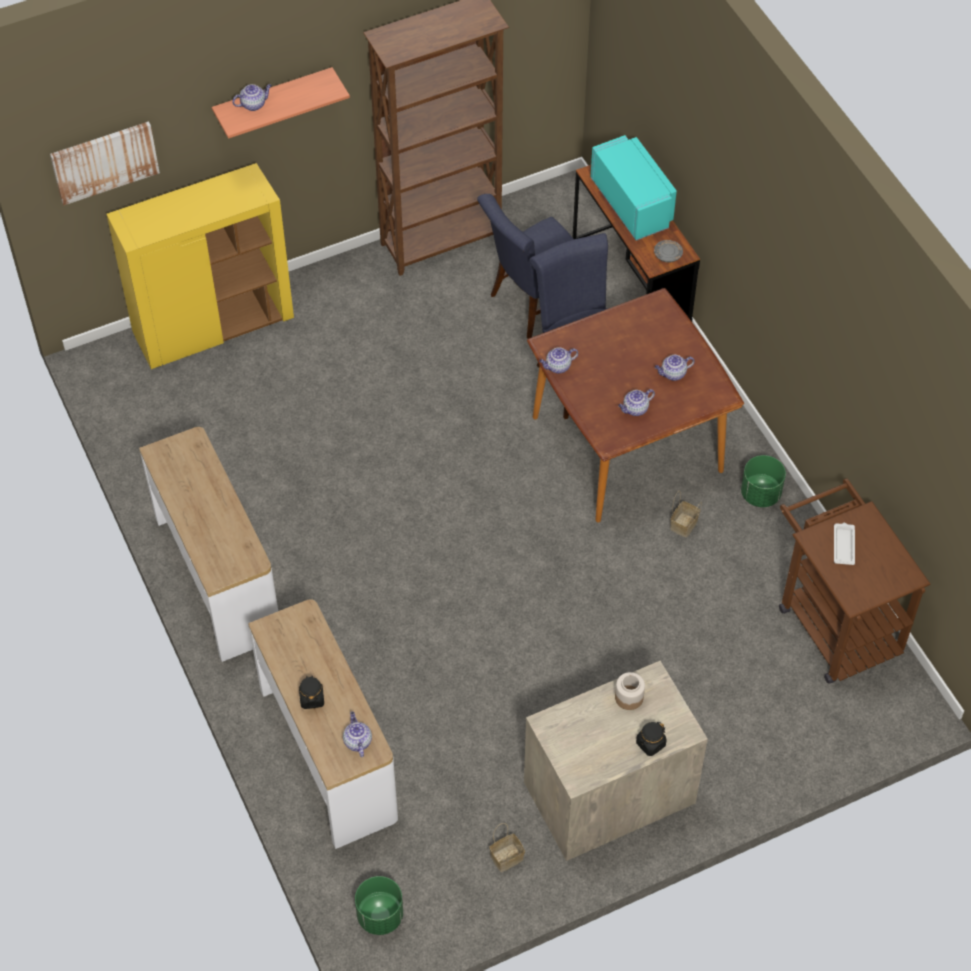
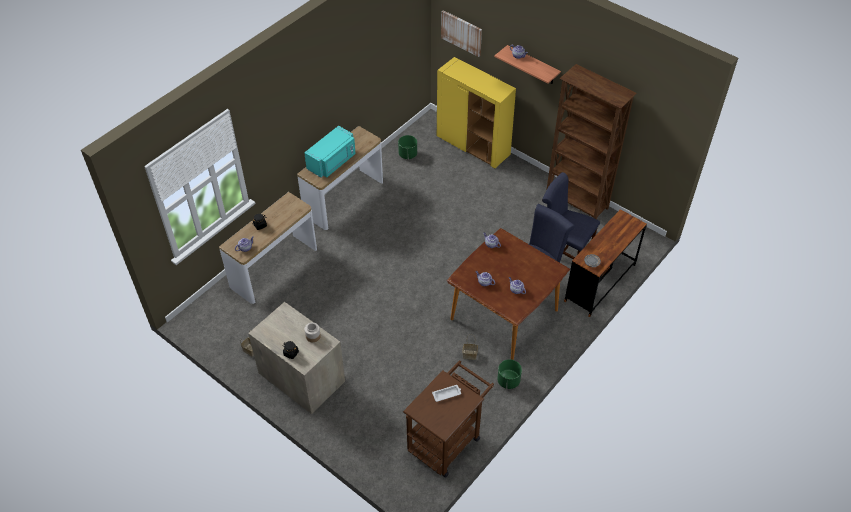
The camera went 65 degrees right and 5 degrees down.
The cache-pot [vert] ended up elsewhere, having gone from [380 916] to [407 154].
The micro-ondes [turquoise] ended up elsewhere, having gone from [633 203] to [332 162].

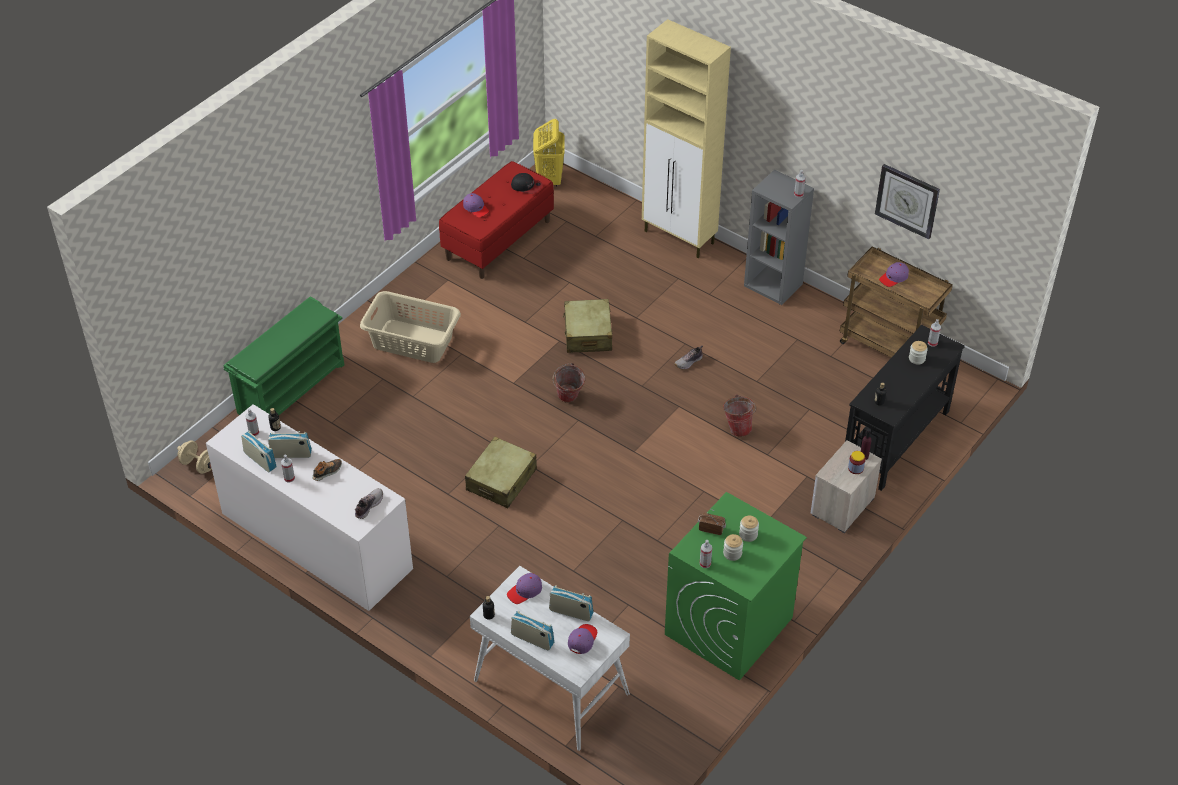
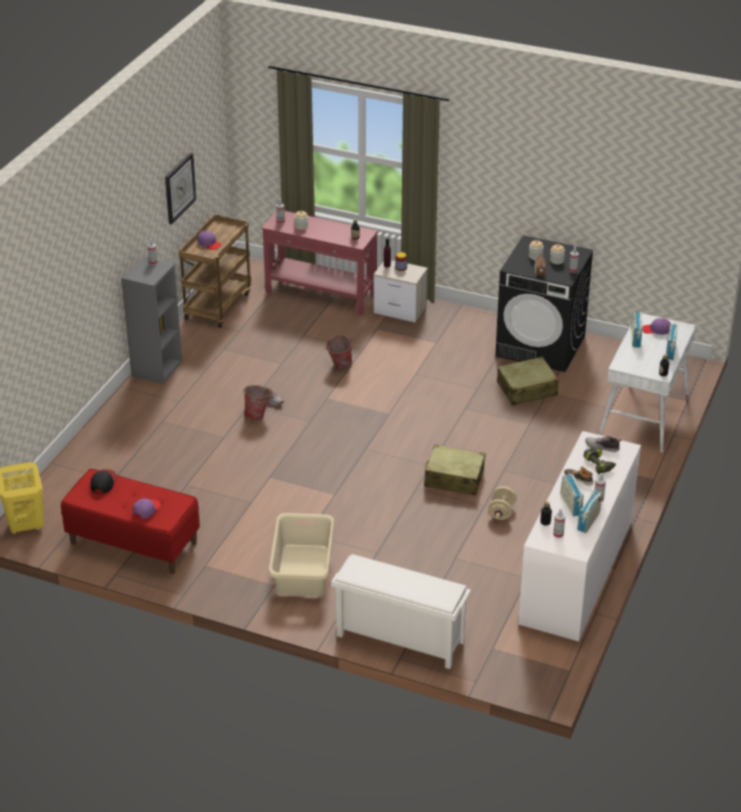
The camera went 105 degrees left and 10 degrees down.
The haltère [beige] ended up elsewhere, having gone from [198 465] to [501 512].
What was the étagère à chaussures [vert] at [291 388] turned into the étagère à chaussures [blanc] at [398 639].
The second view lost the casquette [violet] at [525 591].
The seau ended up elsewhere, having gone from [568 399] to [258 415].
The valise [beige] ended up elsewhere, having gone from [588 334] to [527 389].
The second view lost the meuble de rangement [beige] at [679 237].
What was the lave-linge [vert] at [728 626] turned into the lave-linge [noir] at [541 346].
What was the table console [noir] at [894 440] turned into the table console [rouge] at [321 294].
The second view gained the perceuse at [599 465].

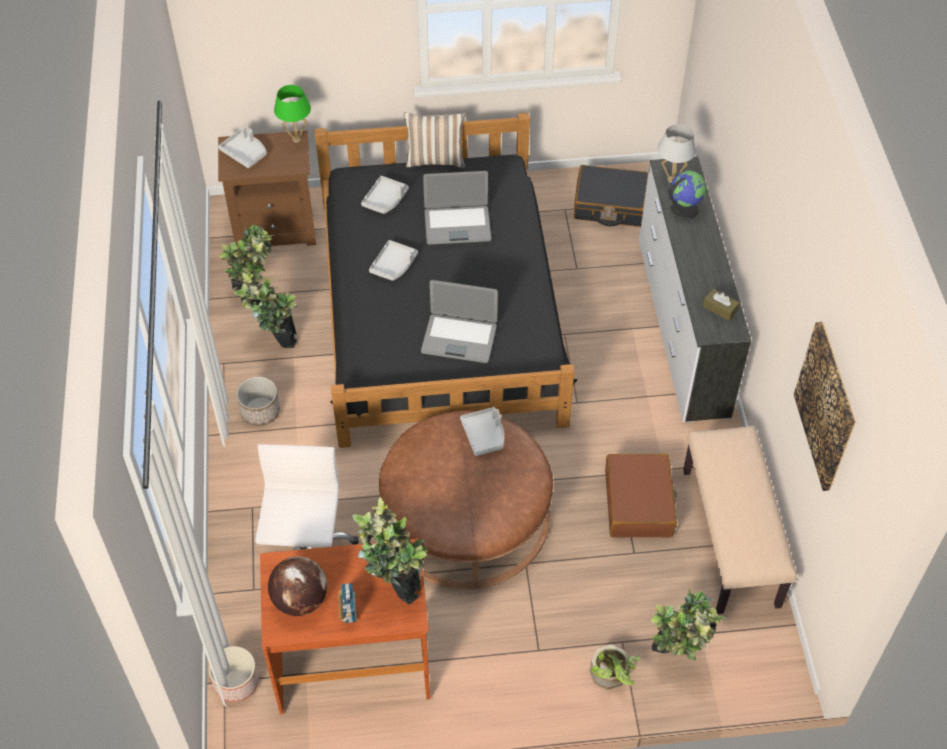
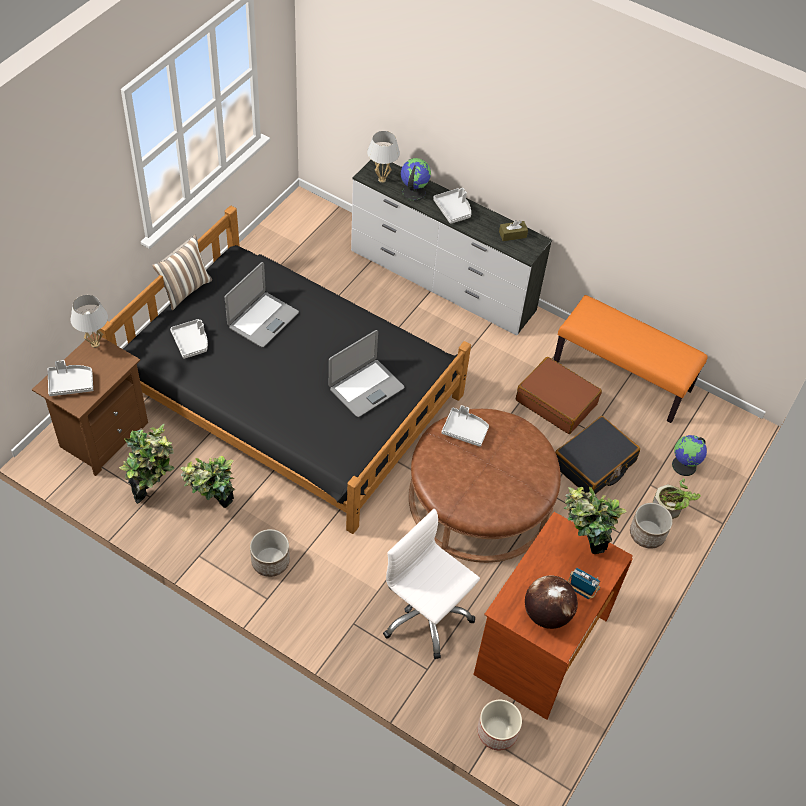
The camera went 55 degrees left and 0 degrees up.
What was the lampe de table [vert] at [296 139] turned into the lampe de table [blanc] at [95 344].
The plateau [gris] ended up elsewhere, having gone from [394 265] to [453 210].
The valise [noir] ended up elsewhere, having gone from [610 205] to [594 464].
Where the plante en pot stood at [676 658], the globe came to stand at [684 466].
What was the banc [beige] at [731 537] turned into the banc [orange] at [622 376].
The second view lost the tableau at [826 406].
The second view gained the cache-pot at [647 534].

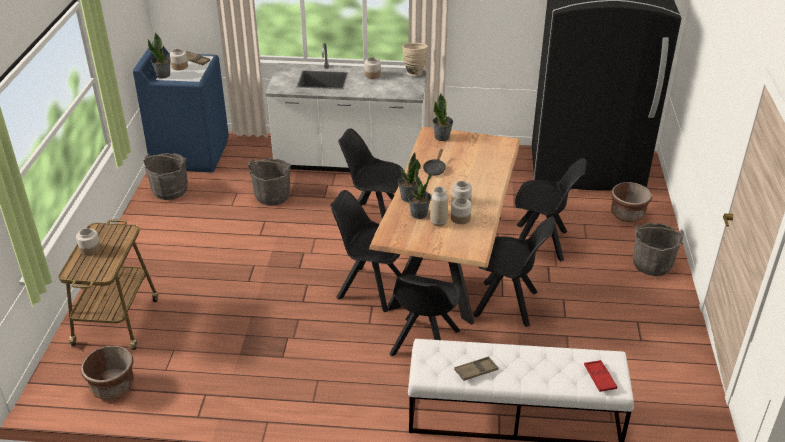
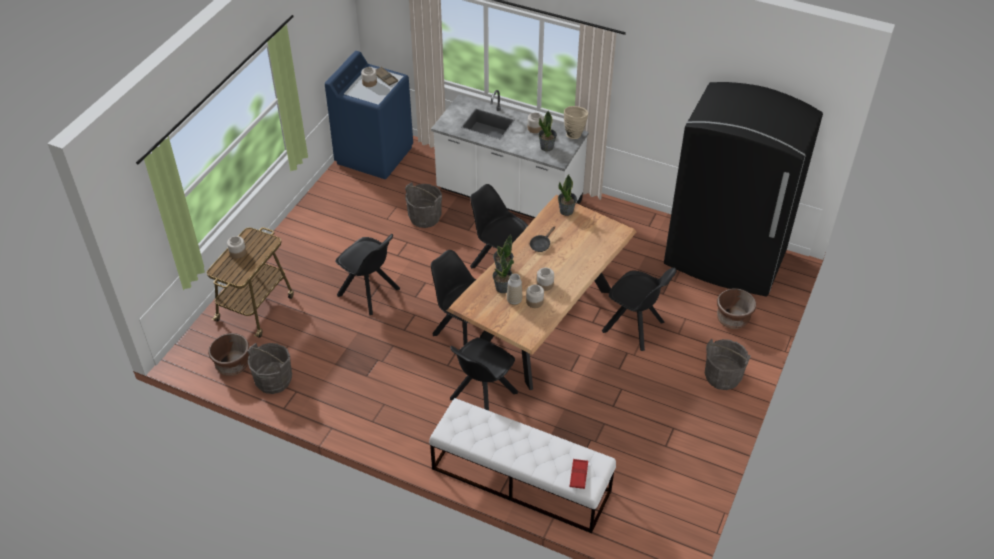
The camera went 20 degrees right and 10 degrees up.
The seau [gris] ended up elsewhere, having gone from [170 190] to [273 380].
The plante en pot ended up elsewhere, having gone from [163 75] to [547 147].
The second view lost the plateau [marron] at [476 371].
The chaise [noir] ended up elsewhere, having gone from [508 304] to [370 293].

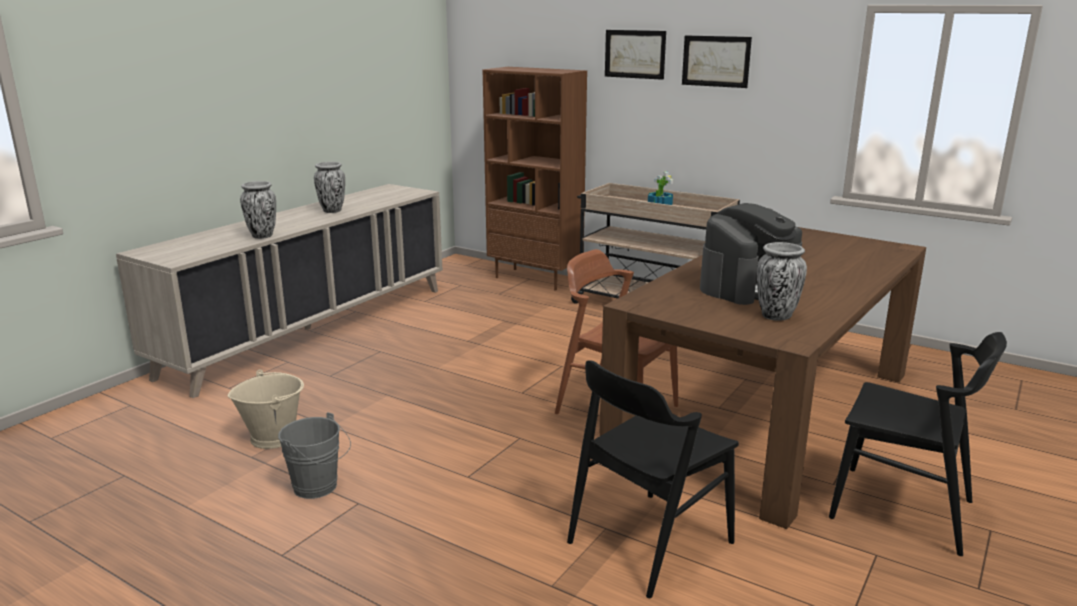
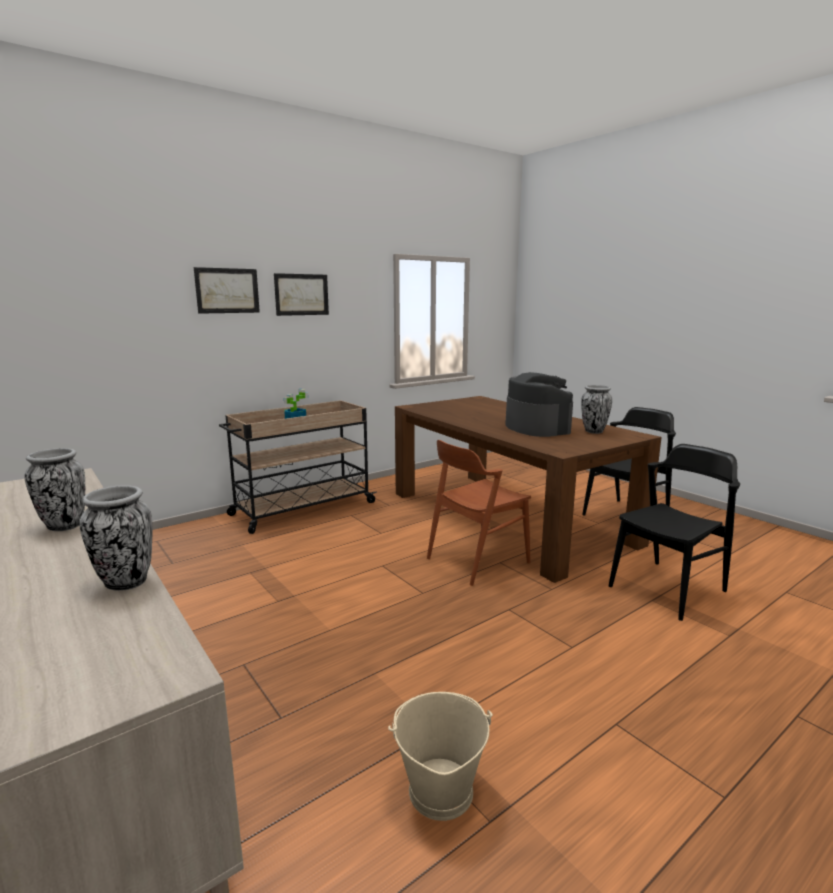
The camera went 70 degrees left and 5 degrees down.
The second view lost the seau [gris] at [319 488].
The second view lost the bibliothèque [marron] at [535 279].
The chaise [noir] at [649 542] ended up facing another way, 105 degrees counterclockwise from before.

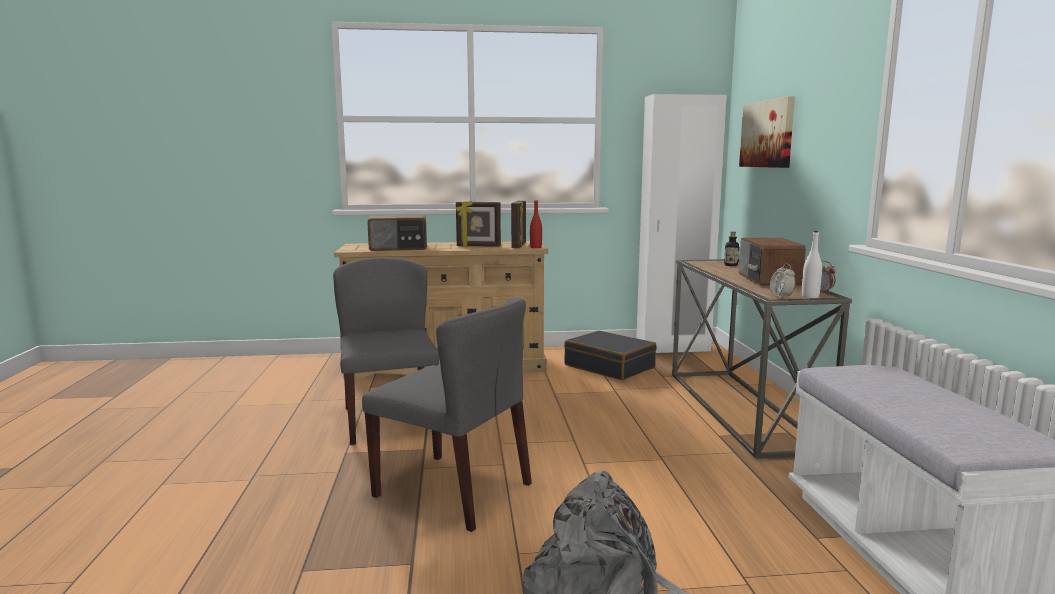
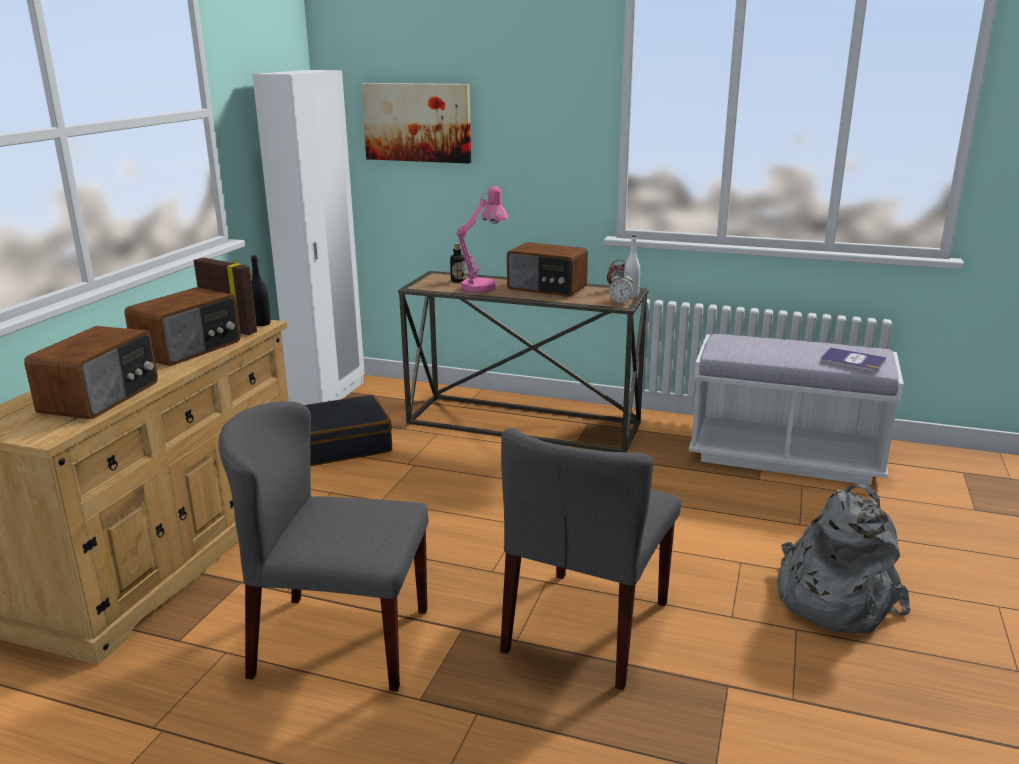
The camera went 65 degrees left and 10 degrees up.
The chaise [gris] at [454 490] ended up facing another way, 150 degrees clockwise from before.
Where the cadre photo stood at [478 246], the radio came to stand at [189 349].
What was the bouteille [rouge] at [536 247] turned into the bouteille [noir] at [262 324].
The second view gained the lampe de table [rose] at [483 286].
The second view gained the livre at [852 361].

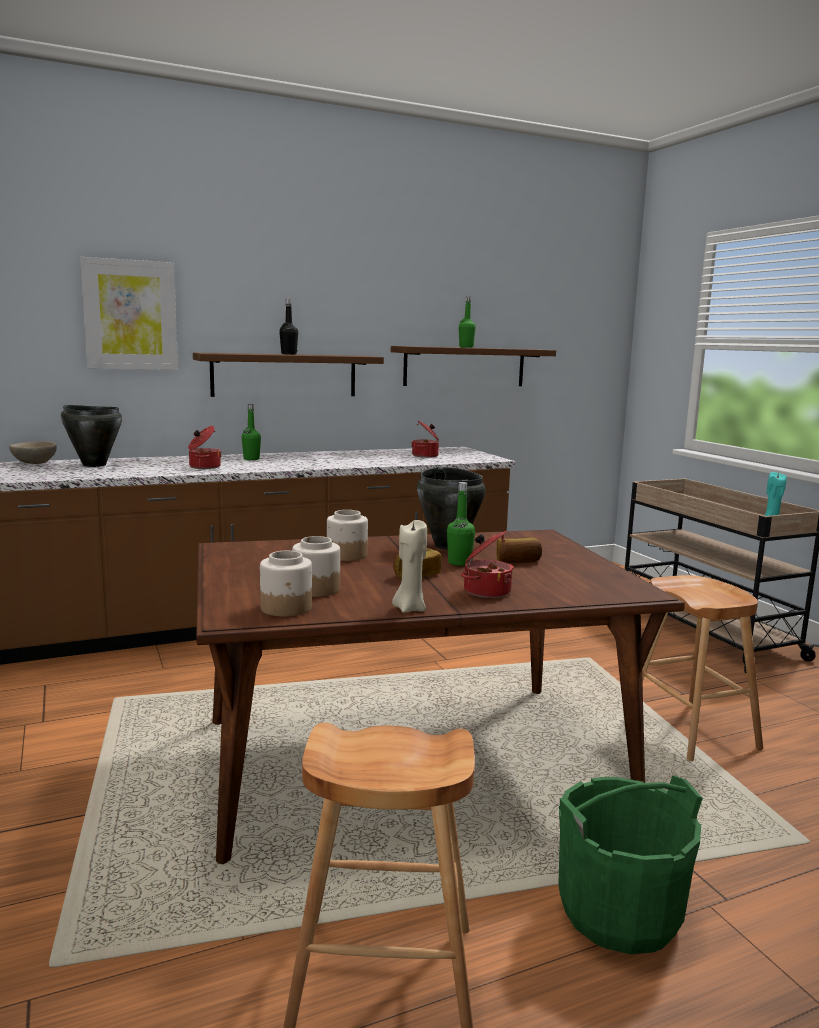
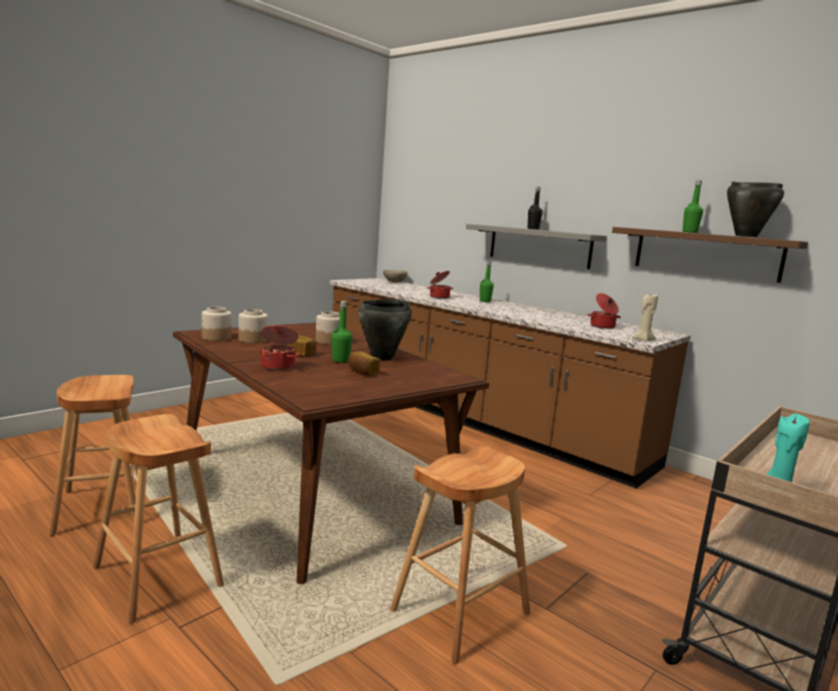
The camera went 65 degrees right and 0 degrees up.
The marmite [noir] ended up elsewhere, having gone from [94 465] to [745 236].
The second view lost the tableau at [130 315].
What was the étagère [marron] at [284 375] turned into the étagère [gris] at [539 246].
The bougie [beige] ended up elsewhere, having gone from [409 609] to [642 340].
Where the seau [vert] stood at [619 912], the tabouret [marron] came to stand at [158 577].

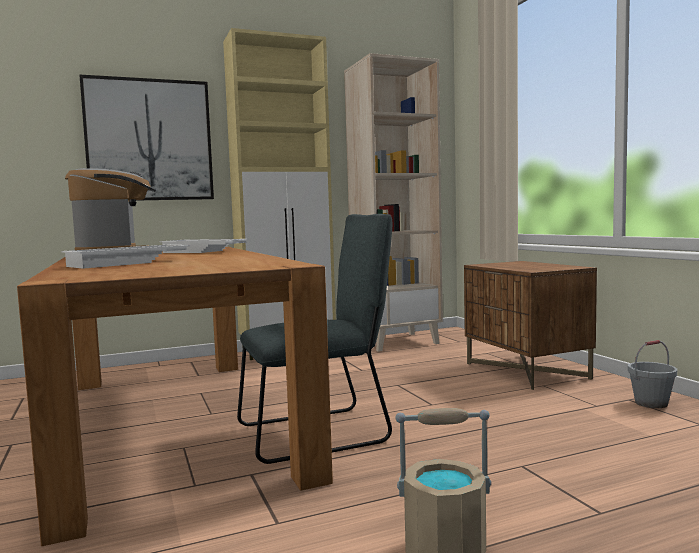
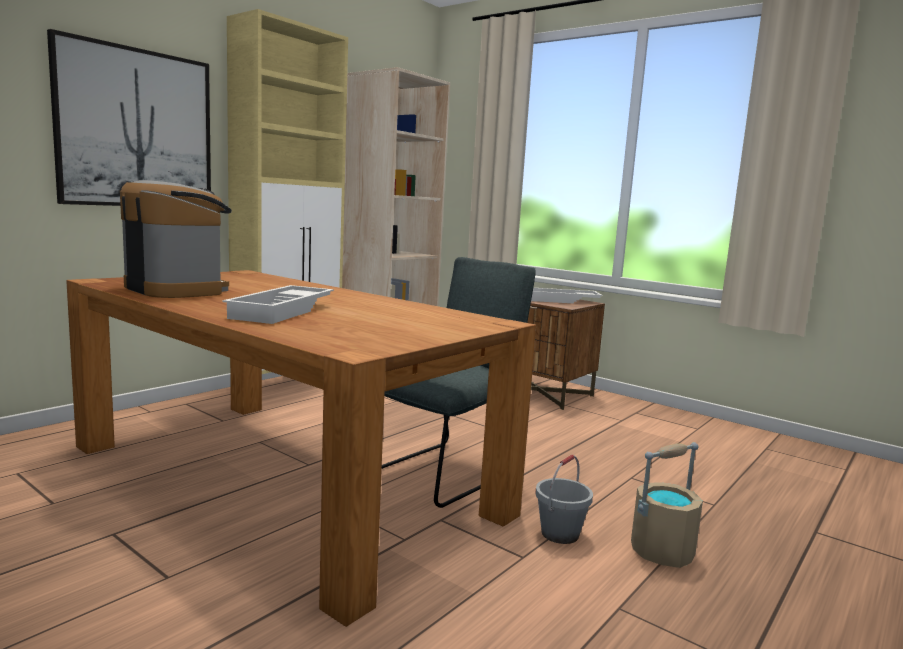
The camera went 30 degrees left and 5 degrees up.
The plateau [blanc] ended up elsewhere, having gone from [202 251] to [561 301].
The seau [gris] ended up elsewhere, having gone from [651 403] to [560 534].

